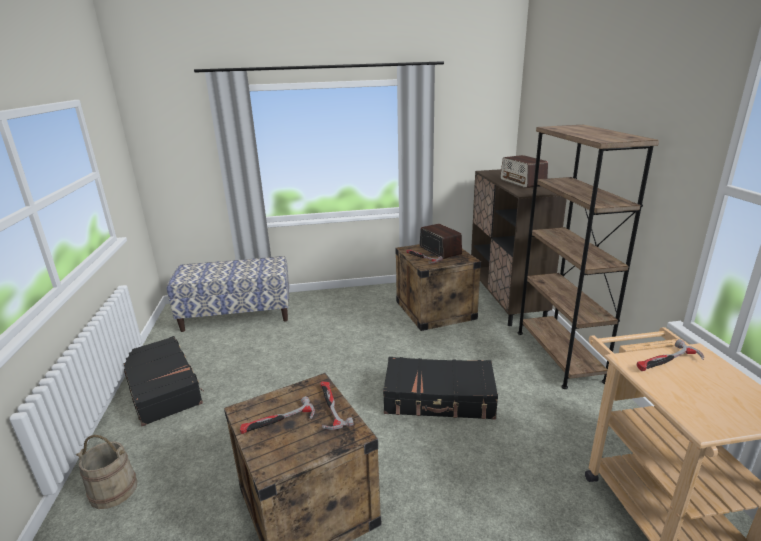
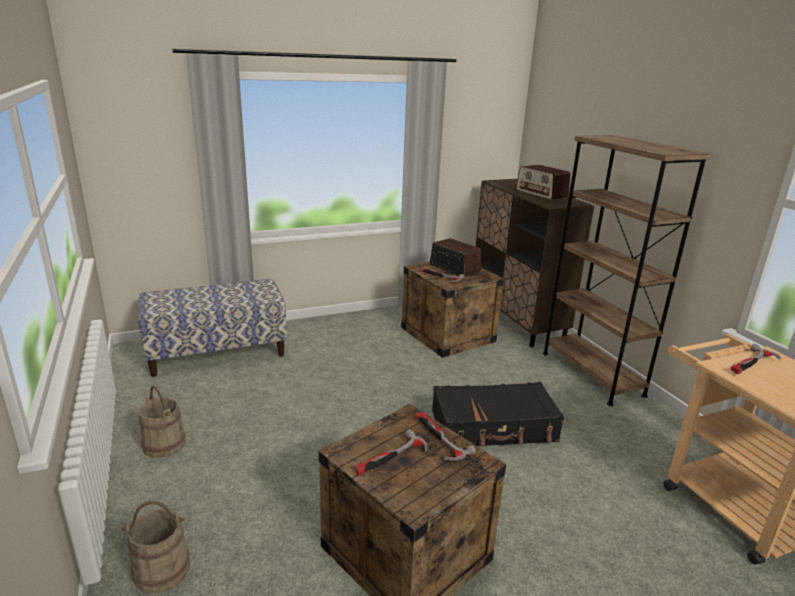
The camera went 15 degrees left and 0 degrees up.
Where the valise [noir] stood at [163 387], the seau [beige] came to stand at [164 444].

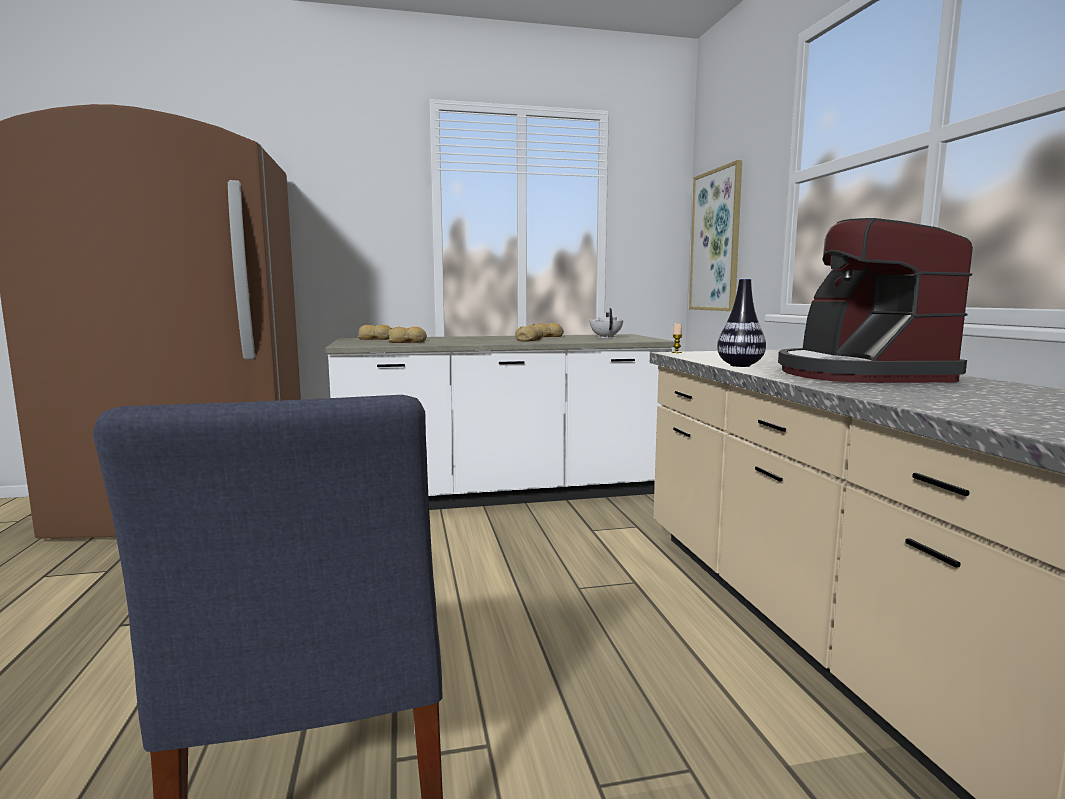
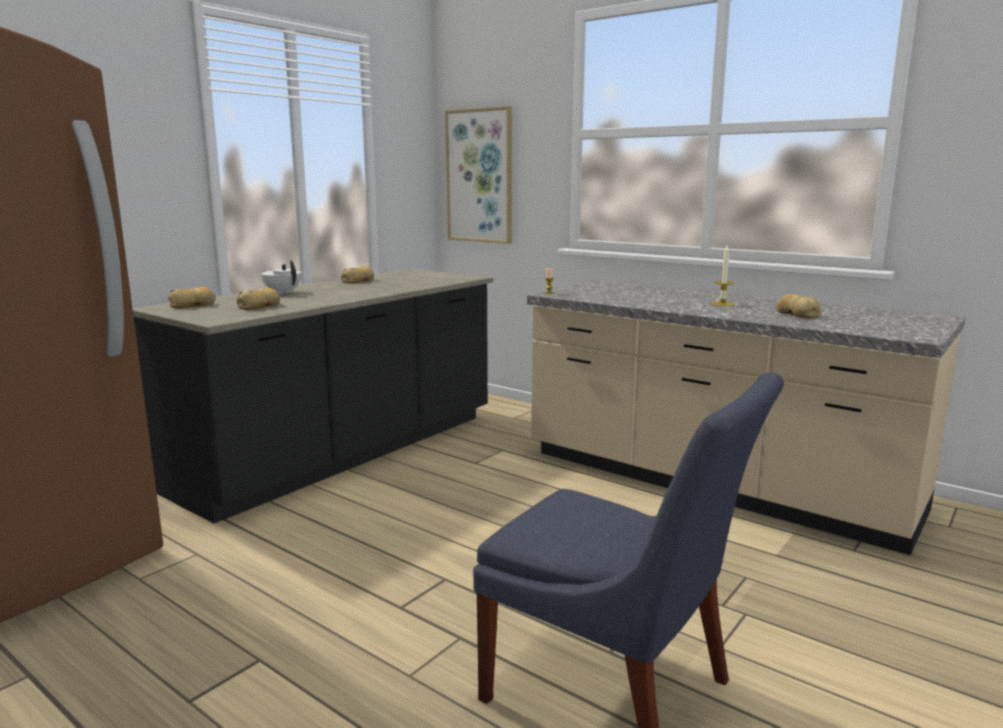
The camera went 40 degrees left and 5 degrees up.
What was the comptoir de cuisine [blanc] at [502 493] turned into the comptoir de cuisine [noir] at [344 453].
The pain ended up elsewhere, having gone from [529 340] to [797 314].
The théière [blanc] ended up elsewhere, having gone from [606 337] to [283 293].
The second view lost the vase at [740 365].
Where the machine à café stood at [857 374], the bougie came to stand at [722 304].

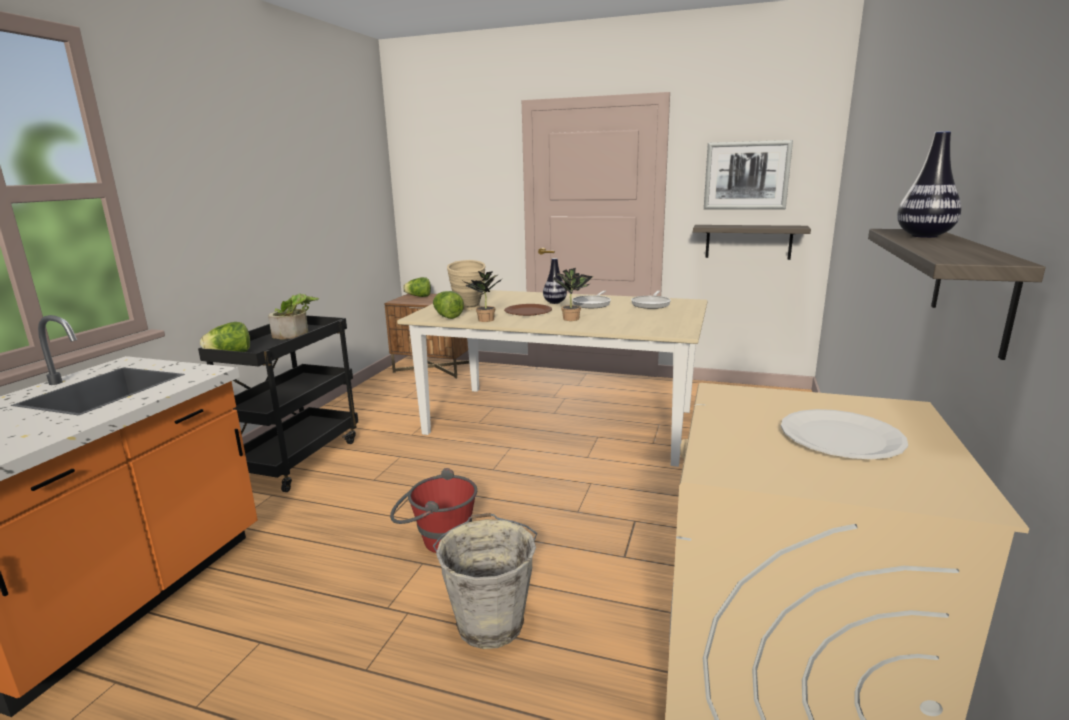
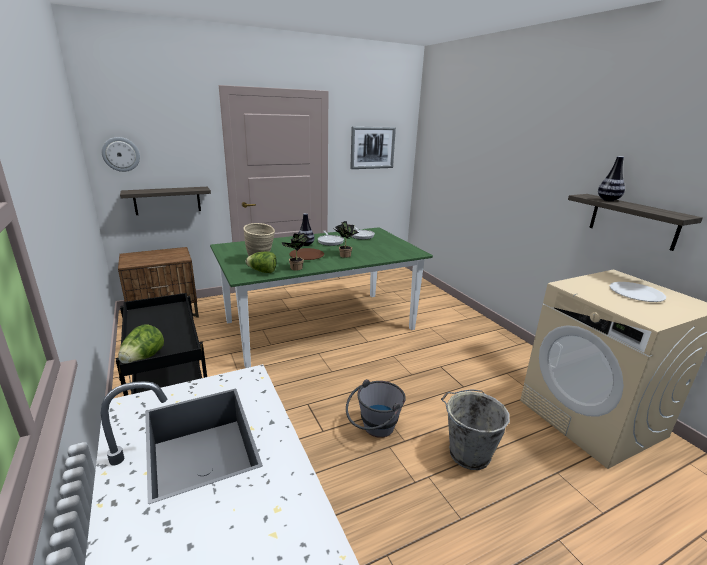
The camera went 45 degrees left and 5 degrees up.
The second view lost the plante en pot at [296 333].
What was the seau [rouge] at [436 540] turned into the seau [gris] at [374 429].
What was the table à manger [beige] at [561 421] turned into the table à manger [vert] at [320 325].
The second view lost the laitue at [419 296].
The étagère ended up elsewhere, having gone from [748 242] to [167 200].
The second view gained the horloge murale at [121 154].

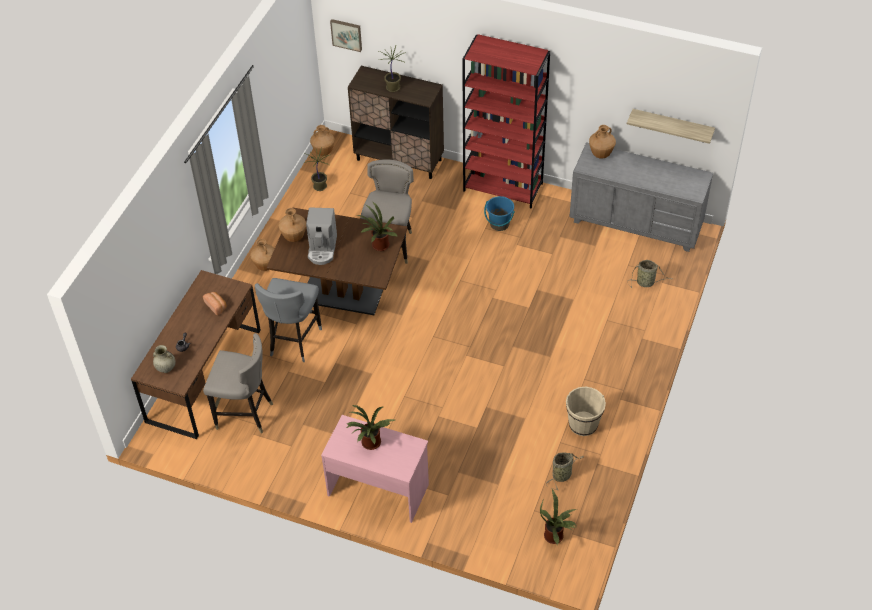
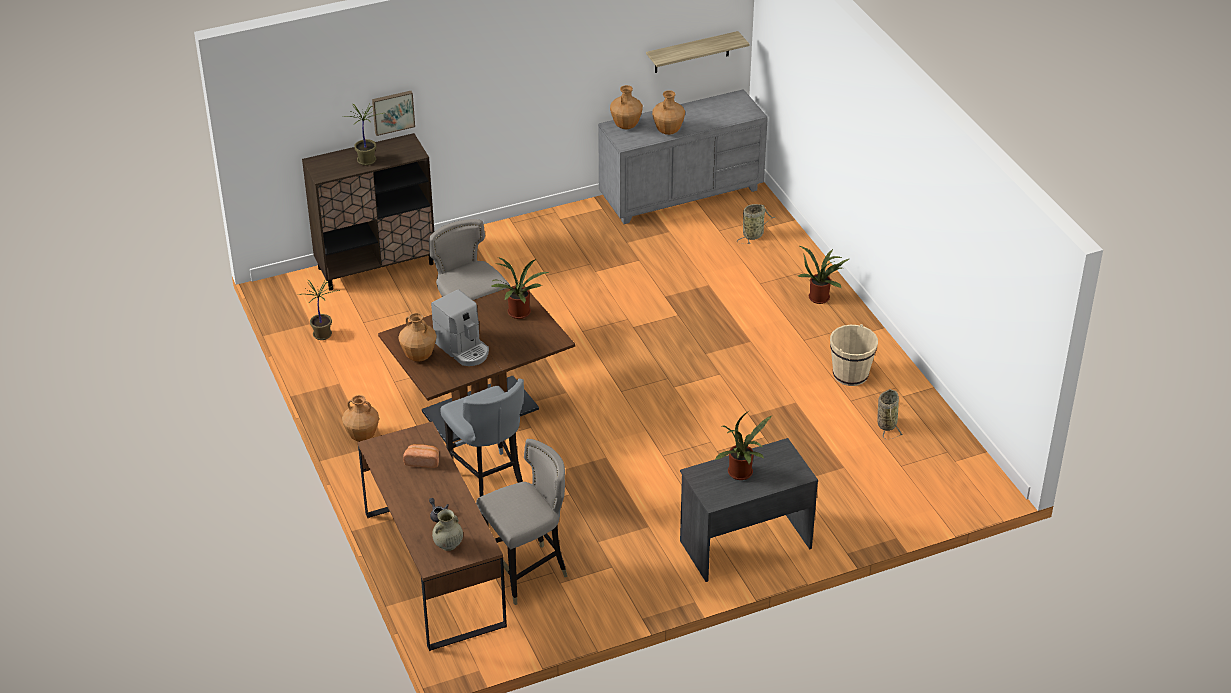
The camera went 45 degrees left and 10 degrees down.
The vase [marron] ended up elsewhere, having gone from [324 152] to [668 131].
What was the bureau [rose] at [378 489] turned into the bureau [gris] at [744 543].
The tableau ended up elsewhere, having gone from [346 34] to [393 112].
The second view lost the bibliothèque [rouge] at [503 187].
The second view lost the seau [bleu] at [499 224].
The plante en pot ended up elsewhere, having gone from [555 536] to [820 297].

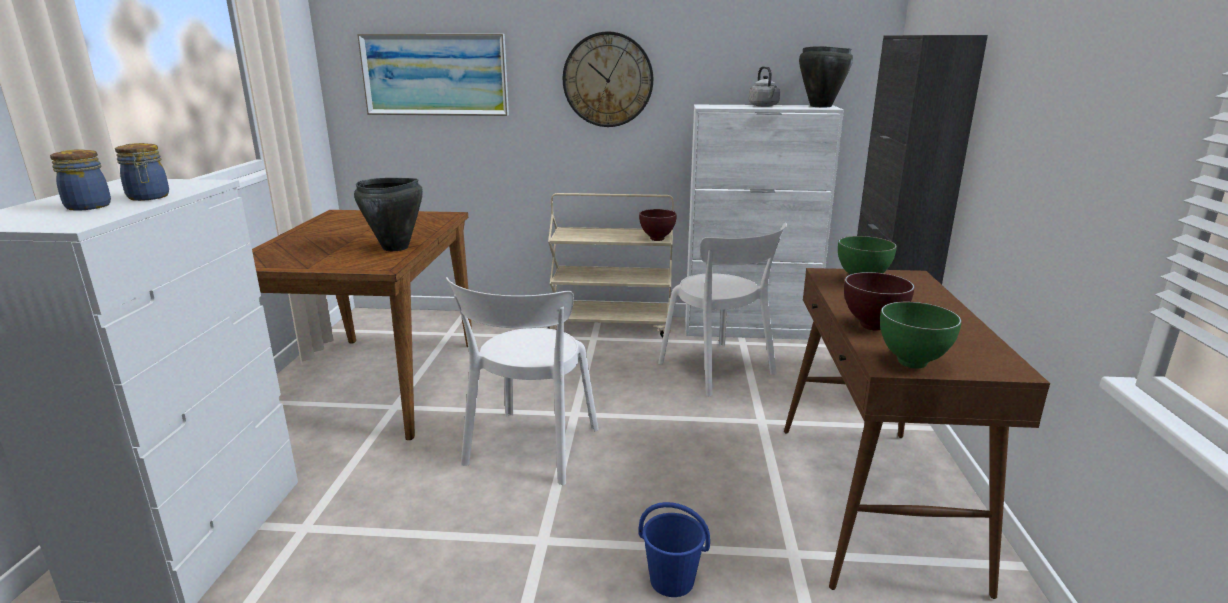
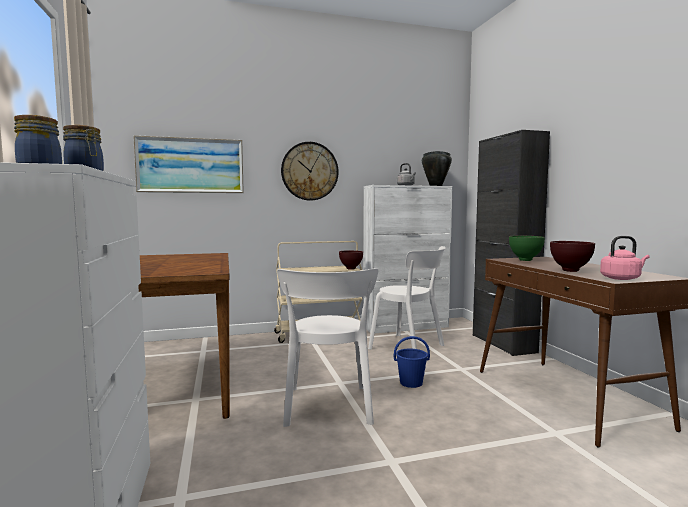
The camera went 20 degrees left and 15 degrees down.
The second view lost the marmite [noir] at [395 248].
The seau [bleu] ended up elsewhere, having gone from [671 580] to [410 383].
Where the bol [vert] stood at [913 363], the bouilloire [rose] came to stand at [622 278].

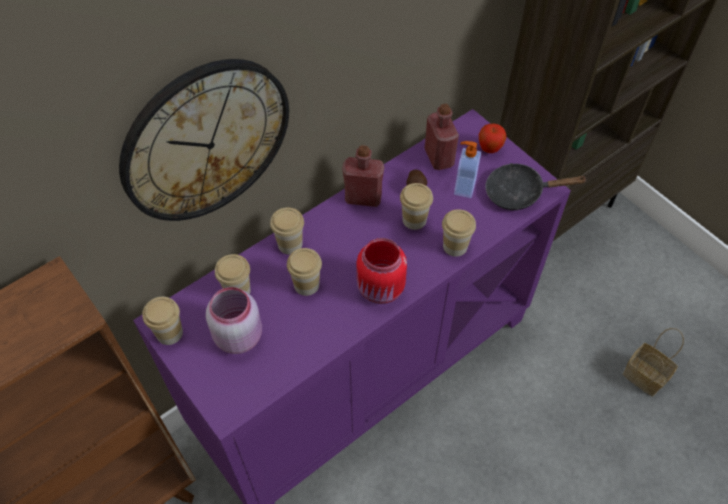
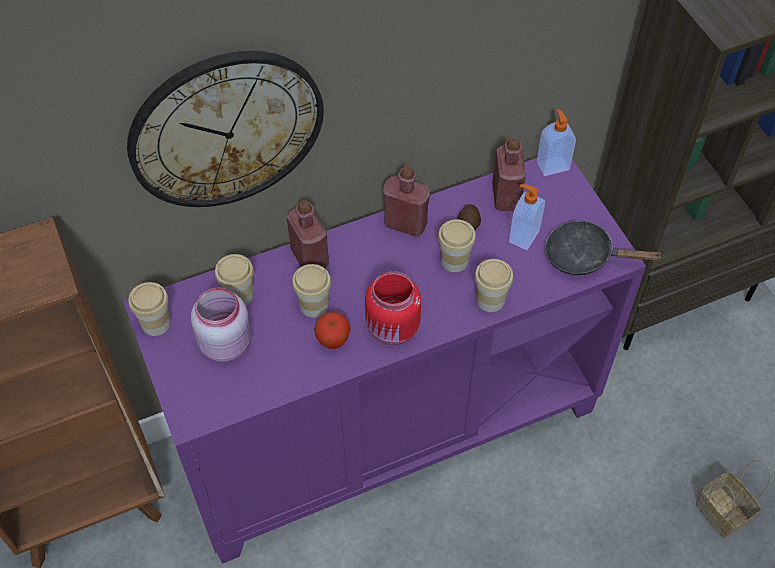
The camera went 15 degrees right and 0 degrees up.
Where the tasse stood at [290 244], the bouteille [rouge] came to stand at [309 257].
The pomme ended up elsewhere, having gone from [489 149] to [333 341].
The second view gained the distributeur de savon at [552 165].

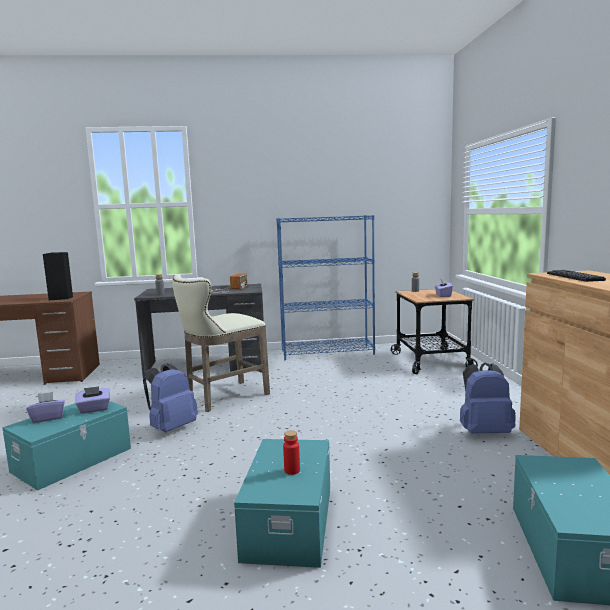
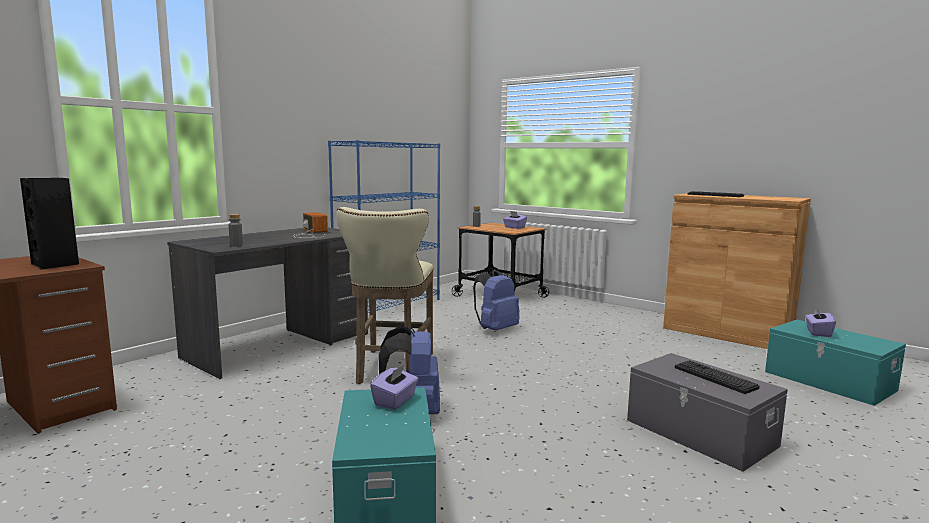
The camera went 45 degrees left and 0 degrees up.
The boîte à mouchoirs [violet] ended up elsewhere, having gone from [48 418] to [818 333].
What was the boîte de rangement [turquoise] at [287 522] turned into the boîte de rangement [gris] at [700 433].
Where the bouteille [rouge] stood at [292 470], the clavier came to stand at [715 377].
The sac à dos [bleu] ended up elsewhere, having gone from [484 432] to [495 329].

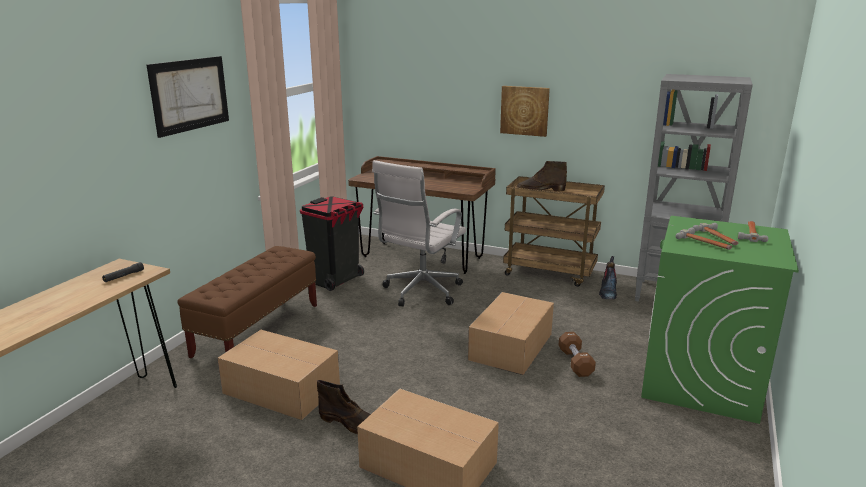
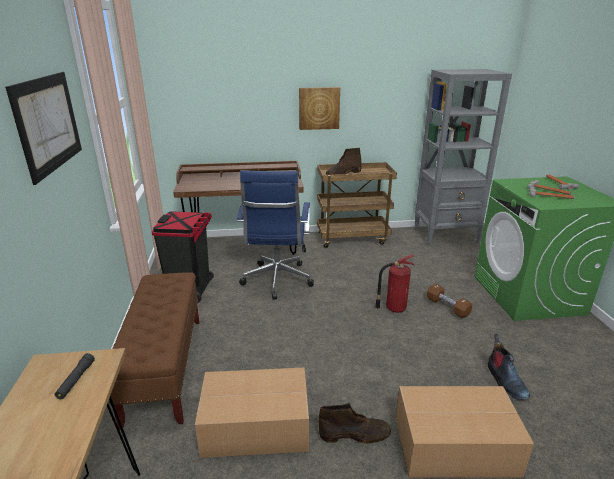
The camera went 30 degrees left and 5 degrees up.
What was the chaise de bureau [blanc] at [420 292] turned into the chaise de bureau [bleu] at [277 281].
Where the carton stood at [512 346], the extincteur came to stand at [394 308].
The botte ended up elsewhere, having gone from [608 292] to [505 381].

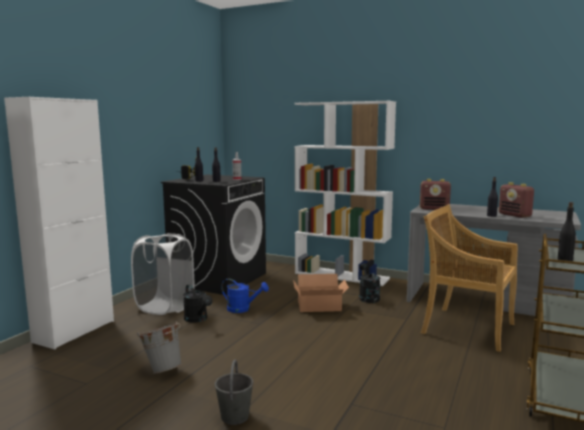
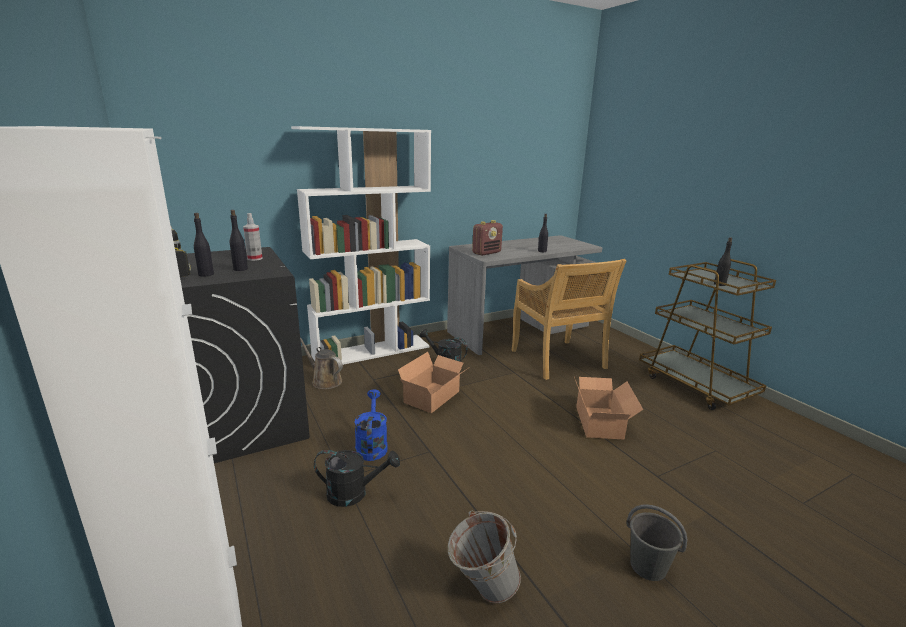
The camera went 55 degrees left and 10 degrees up.
The second view lost the panier à linge [blanc] at [165 307].
The arrosoir [bleu] at [243 309] ended up facing another way, 60 degrees counterclockwise from before.
The chaise [beige] at [466 328] ended up facing another way, 90 degrees counterclockwise from before.
The second view lost the radio at [515 215].
The second view gained the arrosoir [marron] at [324 381].
The second view gained the carton at [601 422].

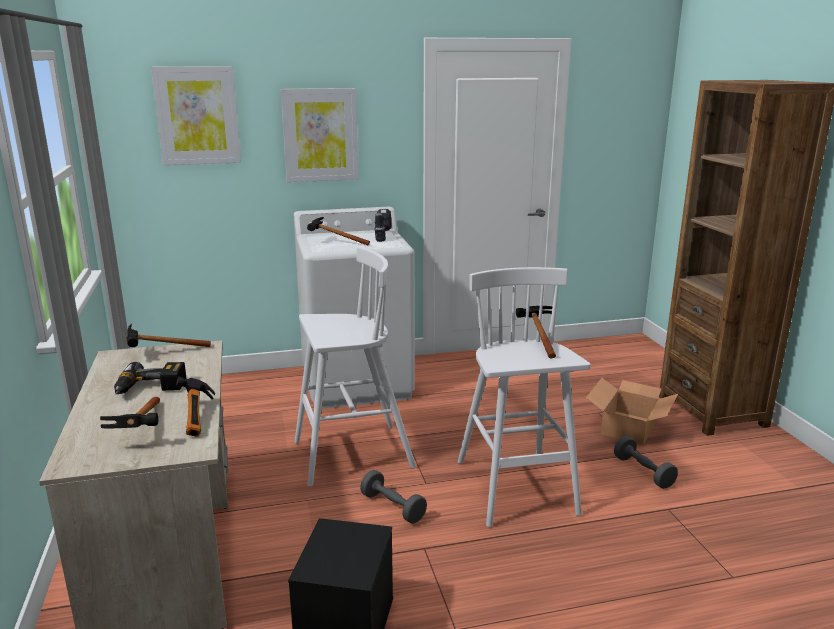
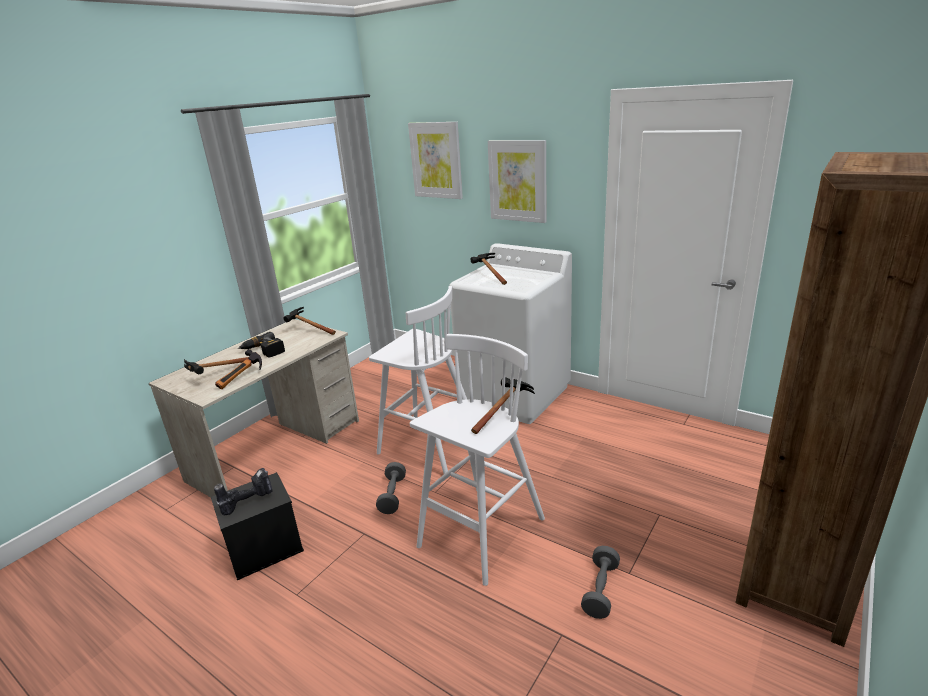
The camera went 50 degrees right and 5 degrees up.
The perceuse ended up elsewhere, having gone from [380 236] to [248 501].
The second view lost the carton at [629 427].

